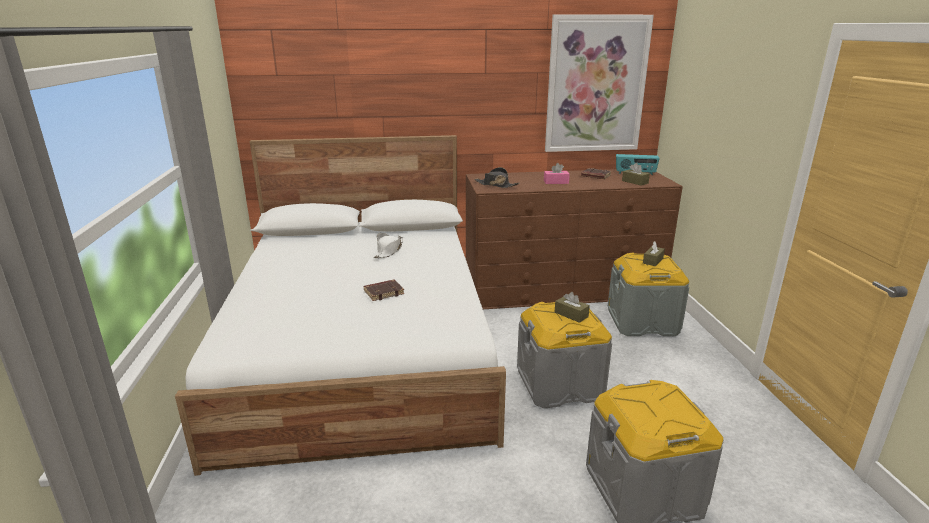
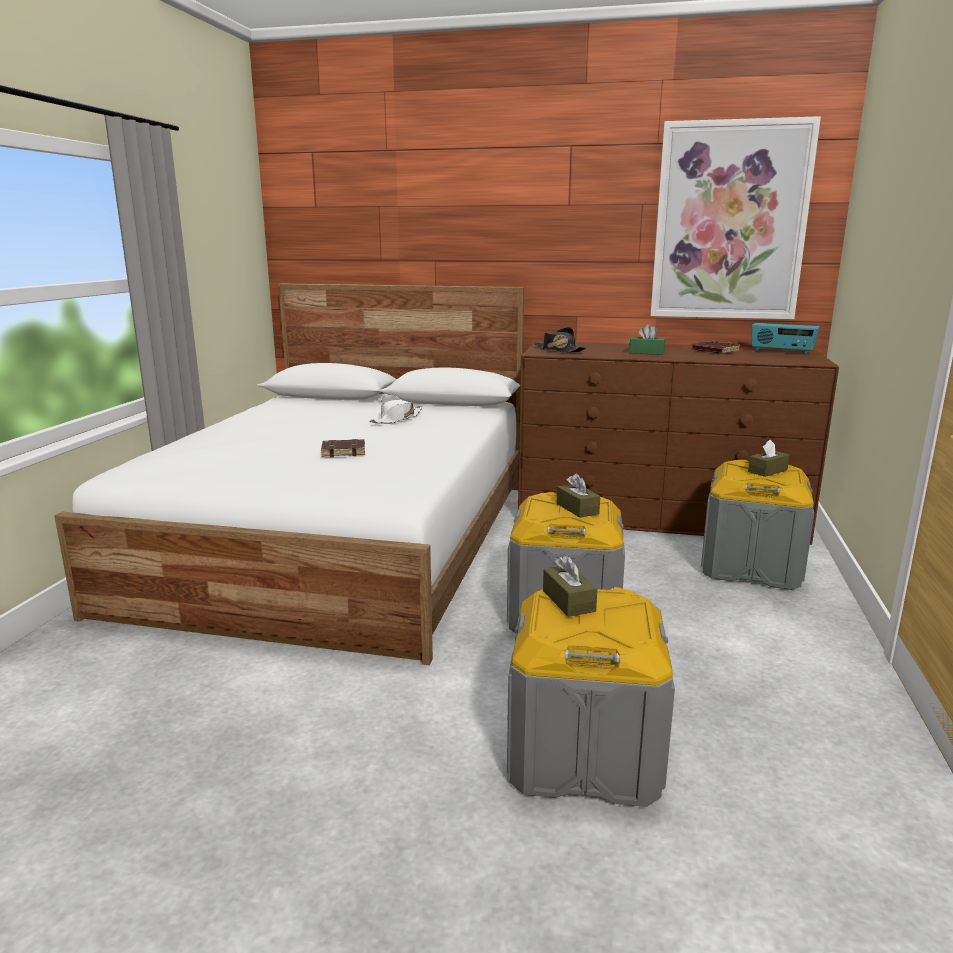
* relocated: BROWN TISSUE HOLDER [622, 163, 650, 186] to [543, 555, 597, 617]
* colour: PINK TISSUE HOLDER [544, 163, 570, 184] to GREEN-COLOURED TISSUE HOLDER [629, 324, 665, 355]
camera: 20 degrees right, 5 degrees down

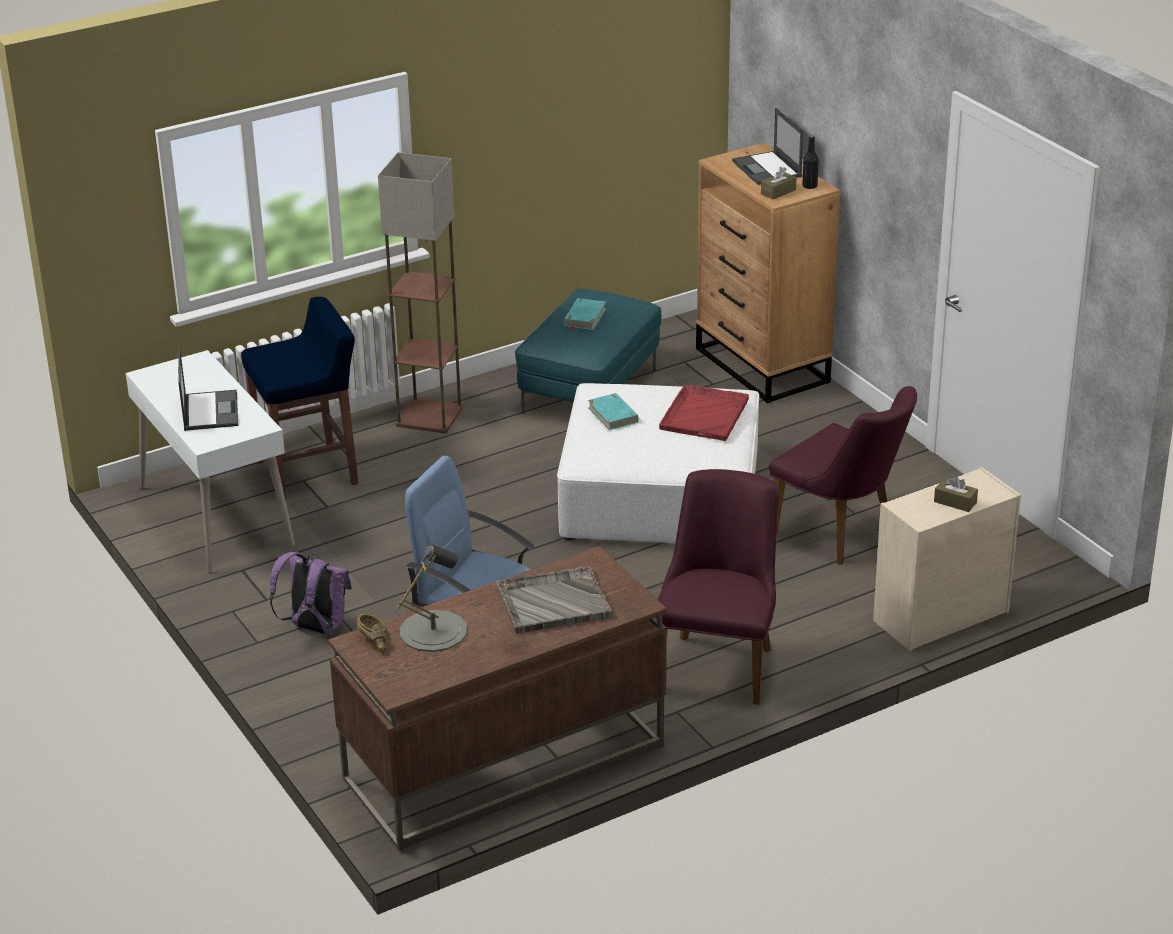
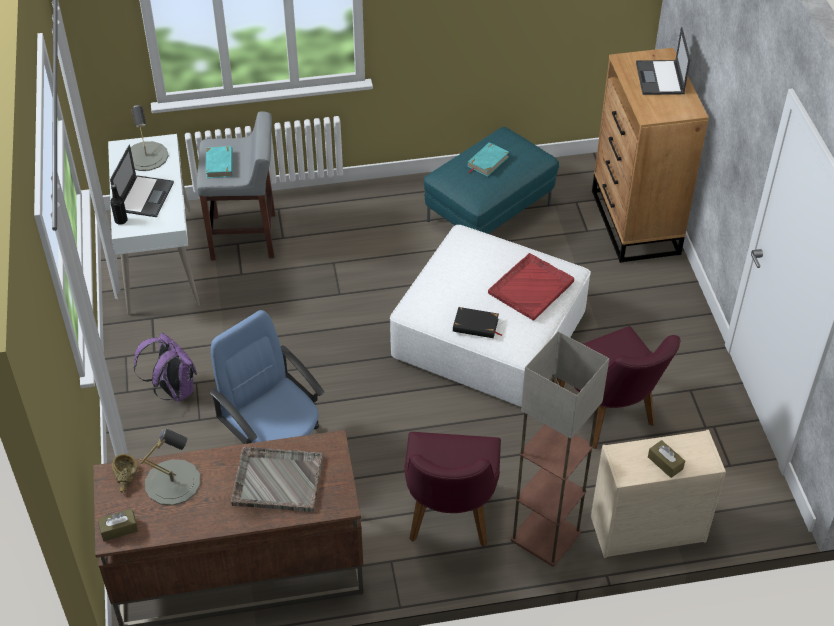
* appeared: GREY TABLE LAMP [130, 105, 169, 171]
* appeared: BLACKISH BOOK [453, 307, 502, 338]
* relocated: STANDARD LAMP [378, 152, 463, 434] to [511, 331, 609, 567]
* relocated: TURQUOISE-COLOURED BOOK [588, 393, 639, 430] to [205, 146, 233, 178]
* relocated: BROWN TISSUE HOLDER [761, 167, 797, 200] to [98, 509, 138, 541]
* relocated: BLACKISH DRINK BOTTLE [802, 136, 819, 189] to [110, 184, 128, 225]
* colour: BLUE-COLOURED SITTING STOOL [241, 297, 358, 501] to GREY SITTING STOOL [197, 111, 275, 260]
* spun: PURPLE UPRIGHT CHAIR [656, 469, 777, 705] = [405, 432, 501, 547] 150 degrees clockwise
camera: 20 degrees right, 15 degrees up

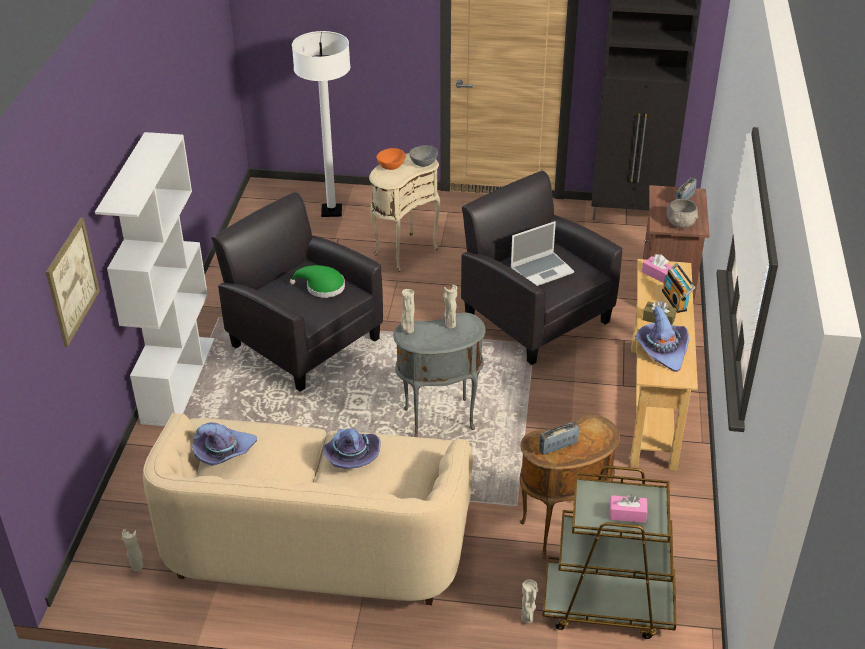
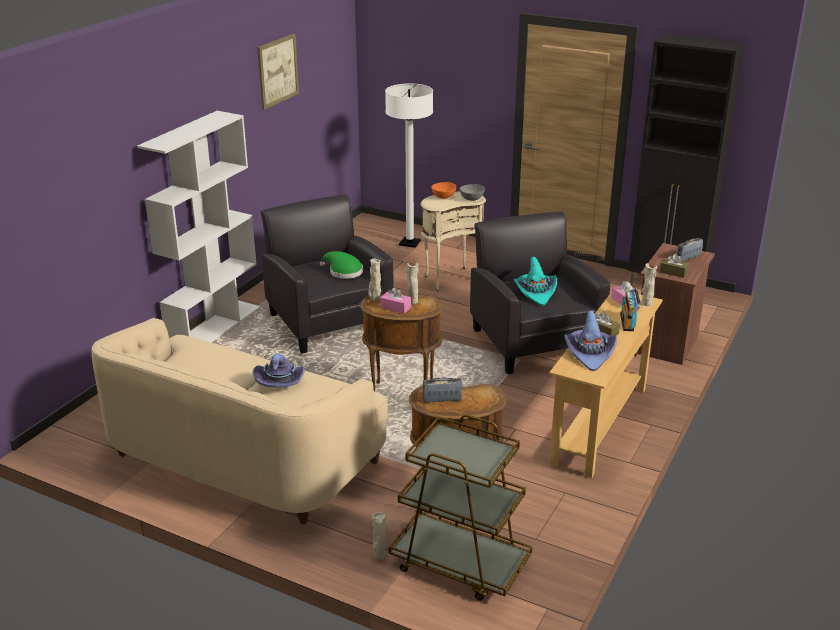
* missing: PURPLE HAT [192, 422, 257, 466]
* relocated: WALL ART [46, 218, 100, 347] to [257, 33, 299, 110]
* relocated: BEIGE-COLOURED DECORATIVE VASE [122, 529, 143, 571] to [642, 263, 657, 306]
* relocated: PINK TISSUE HOLDER [610, 494, 647, 523] to [380, 287, 411, 313]
* exchanged: NOTEBOOK COMPUTER [510, 221, 574, 286] to TURQUOISE-COLOURED HAT [514, 257, 557, 306]
* exchanged: GREY BOWL [667, 199, 698, 228] to BROWN TISSUE HOLDER [660, 254, 689, 278]
* colour: GREY END TABLE [393, 312, 486, 437] to BROWN END TABLE [360, 293, 443, 391]
camera: 20 degrees right, 10 degrees down

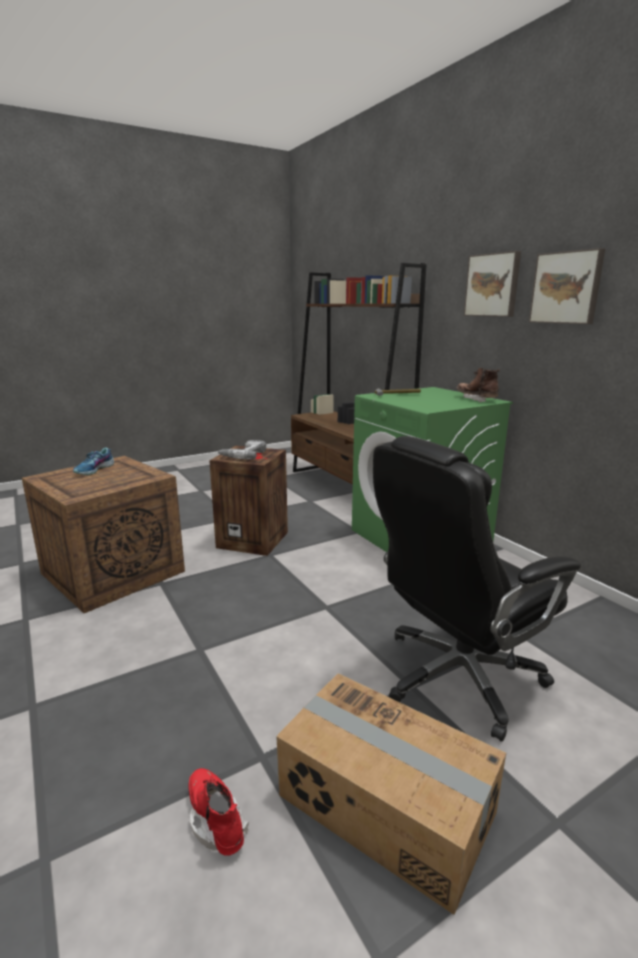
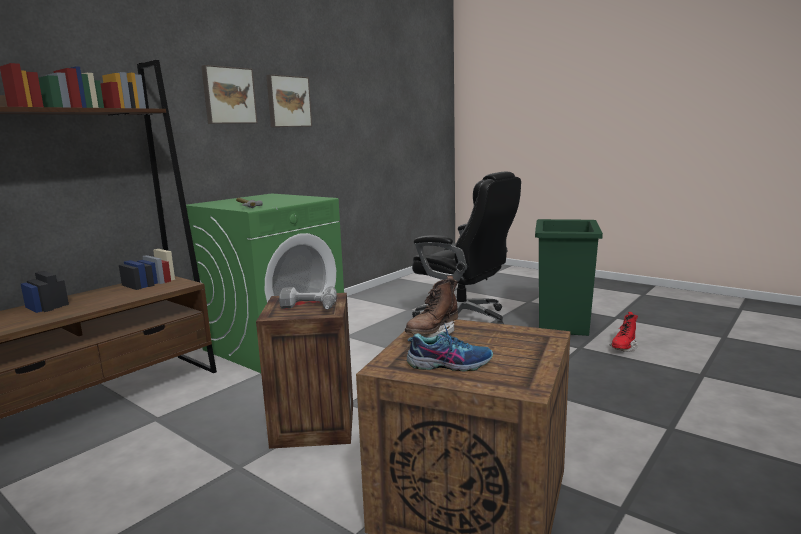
* relocated: BROWN TALL BOOT [457, 368, 500, 403] to [405, 276, 458, 337]
* exchanged: PACKING BOX [276, 673, 506, 915] to GREEN-COLOURED WASTE BIN [535, 219, 603, 336]
camera: 110 degrees left, 5 degrees down

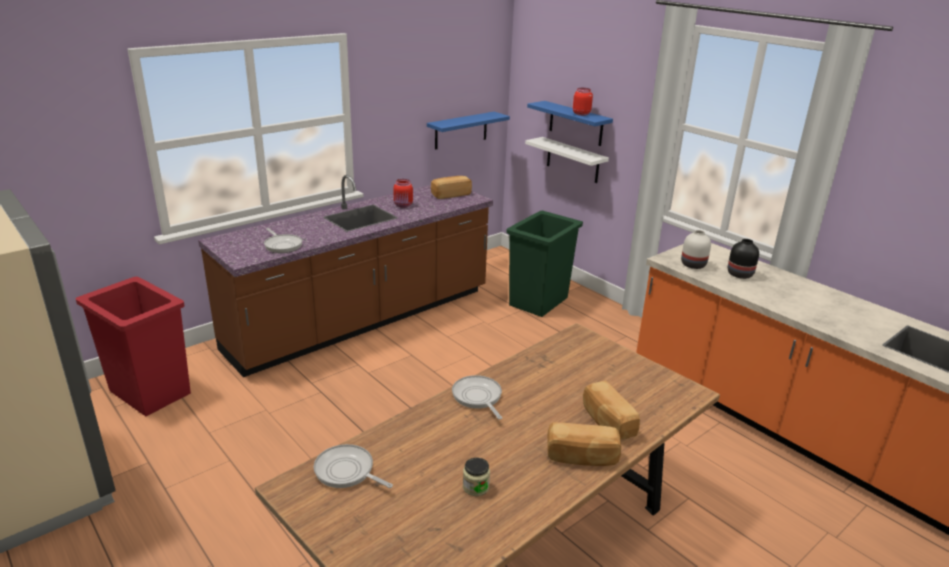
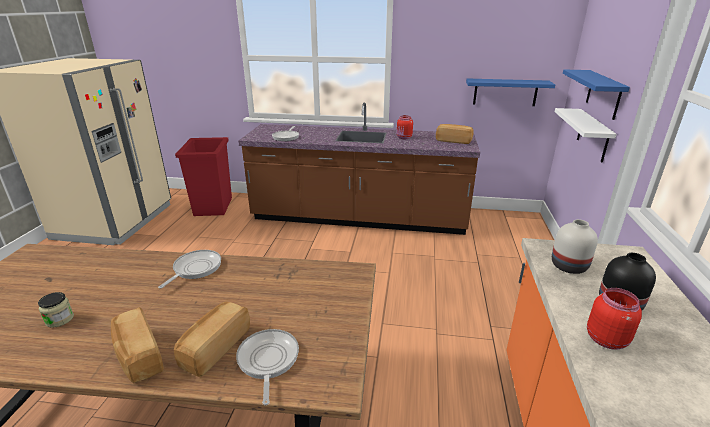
* missing: GREEN-COLOURED WASTE BIN [506, 211, 583, 317]
* relocated: PAN [314, 444, 393, 488] to [236, 329, 299, 405]
* relocated: RED JAR [573, 88, 593, 116] to [587, 288, 642, 350]
camera: 50 degrees right, 0 degrees up

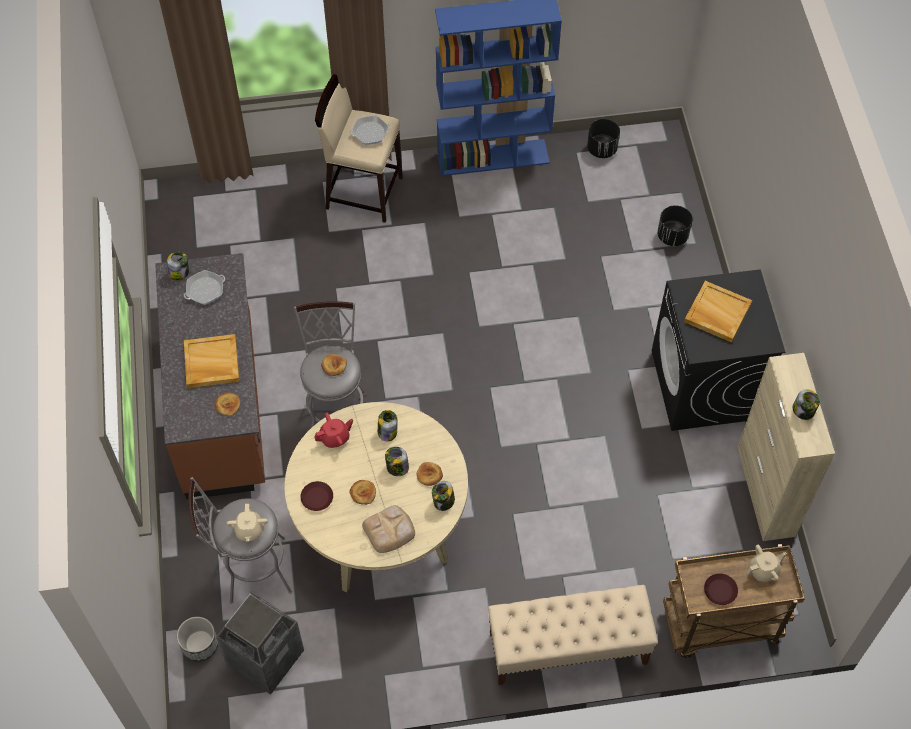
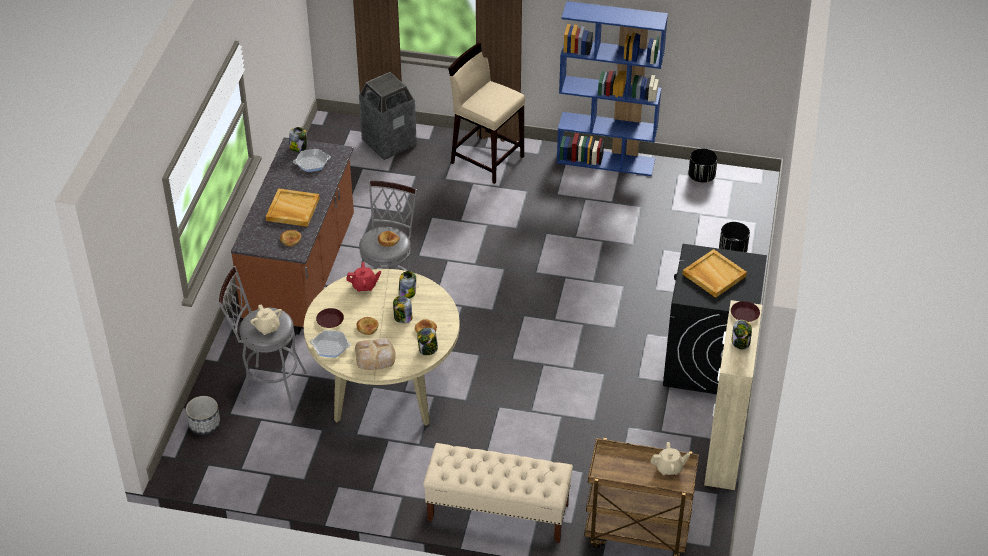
* relocated: WASTE BIN [216, 592, 304, 695] to [359, 72, 417, 160]
* relocated: PAN [349, 115, 391, 145] to [310, 330, 351, 358]
* relocated: BROWN FLAT DISH [704, 573, 738, 605] to [731, 301, 760, 322]
* spun: BEIGE-COLOURED POT FOR TEA [227, 504, 268, 542] = [250, 304, 282, 335] 45 degrees counterclockwise
camera: 20 degrees right, 15 degrees down

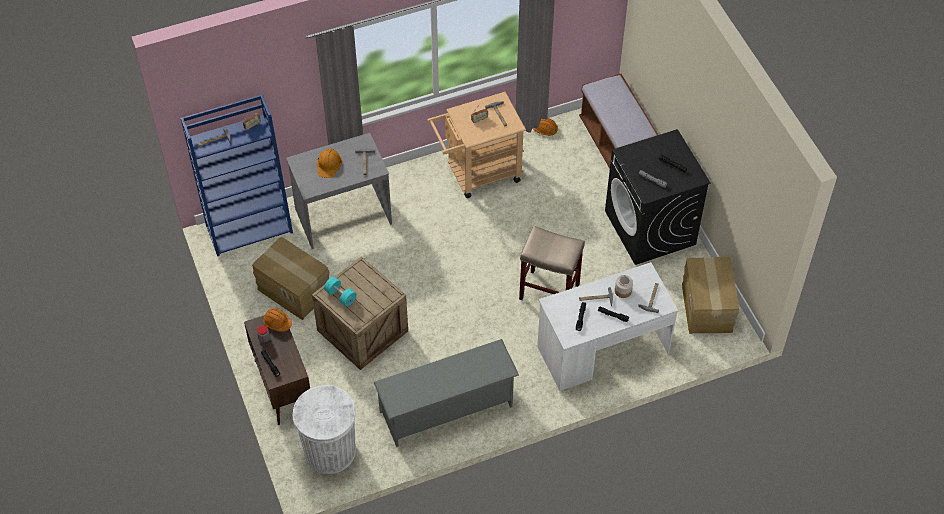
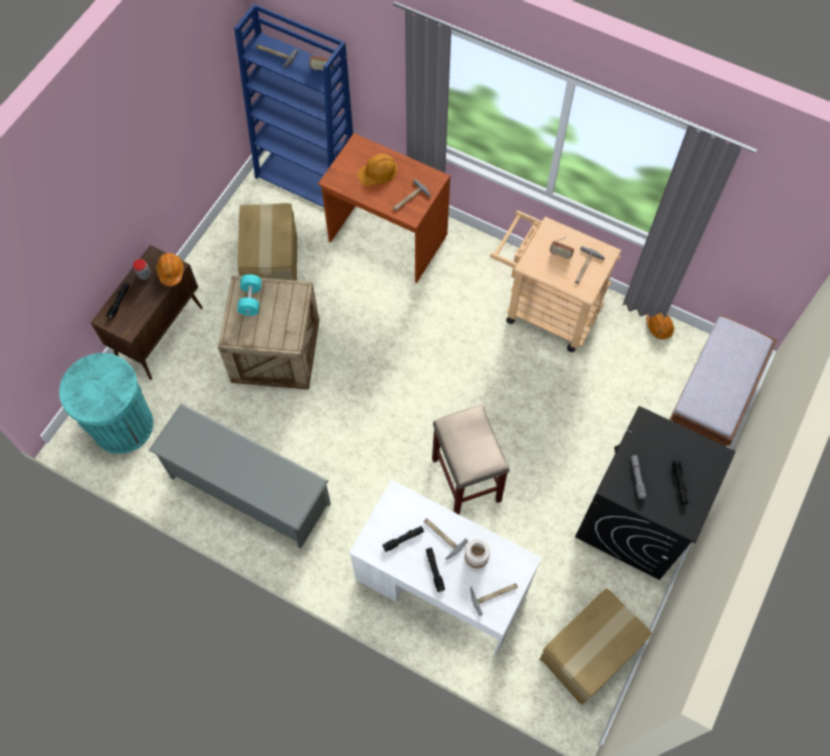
* colour: GREY DESK [286, 133, 392, 249] to BROWN DESK [318, 133, 450, 283]
* colour: WHITISH WASTE BIN [293, 385, 356, 474] to TURQUOISE-COLOURED WASTE BIN [59, 353, 153, 454]
camera: 50 degrees right, 10 degrees up

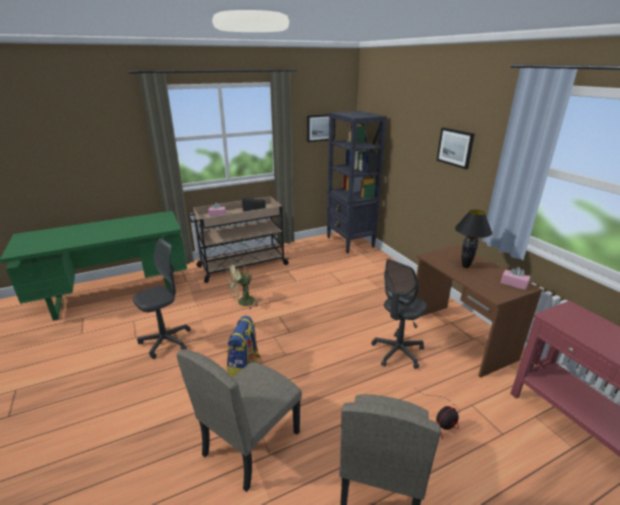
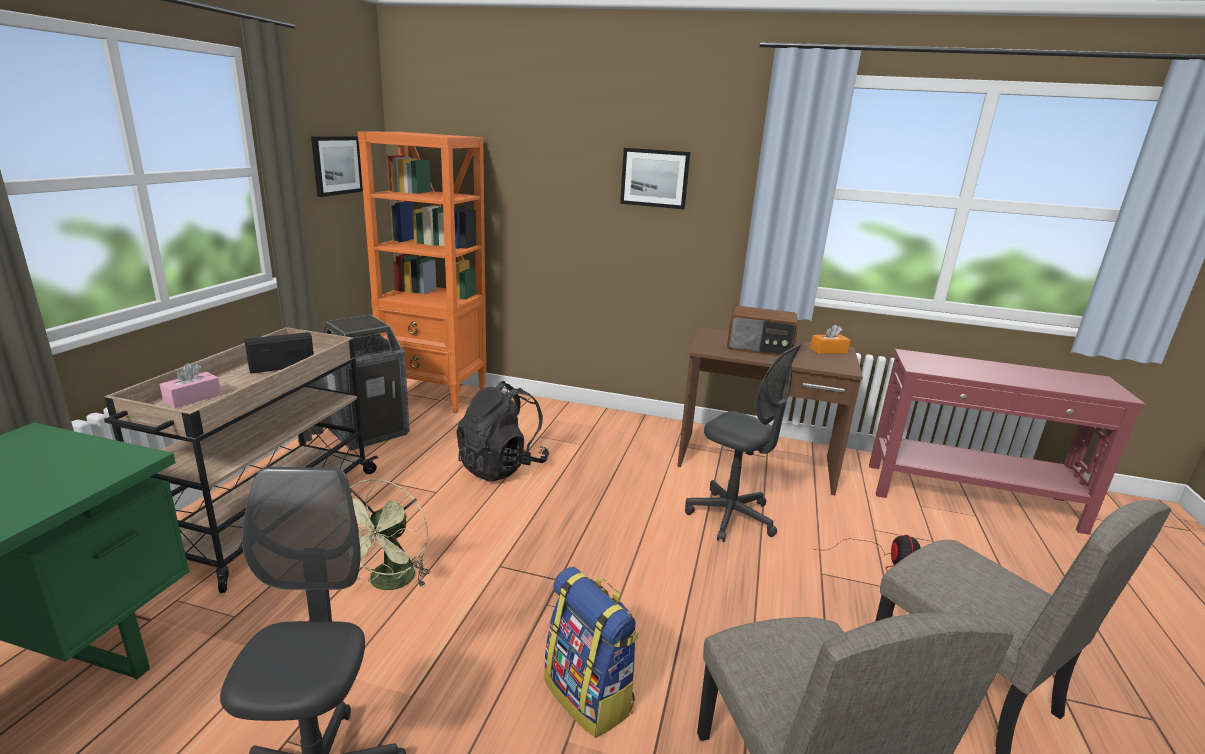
* appeared: WASTE BIN [322, 314, 410, 451]
* appeared: BLACKISH KNAPSACK [456, 381, 549, 482]
* exchanged: BLACKISH TABLE LAMP [455, 210, 492, 268] to RADIO RECEIVER [727, 306, 798, 356]
* colour: BLACKISH BOOKSHELF [327, 111, 387, 254] to ORANGE-COLOURED BOOKSHELF [357, 131, 486, 413]
* colour: PINK TISSUE HOLDER [501, 267, 530, 290] to ORANGE-COLOURED TISSUE HOLDER [810, 325, 850, 354]
* spun: GREY OFFICE CHAIR [371, 259, 427, 369] = [685, 344, 802, 542] 45 degrees counterclockwise
camera: 50 degrees left, 5 degrees down

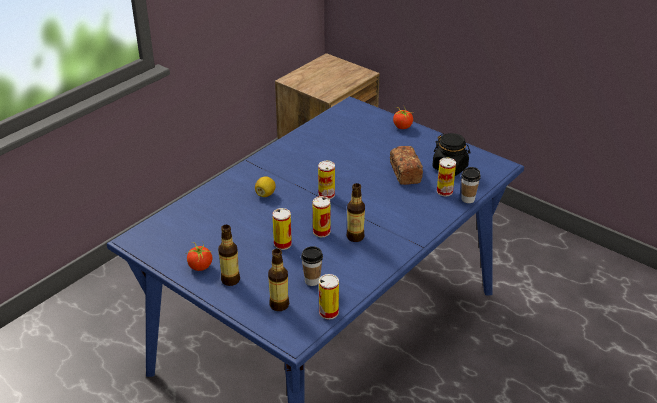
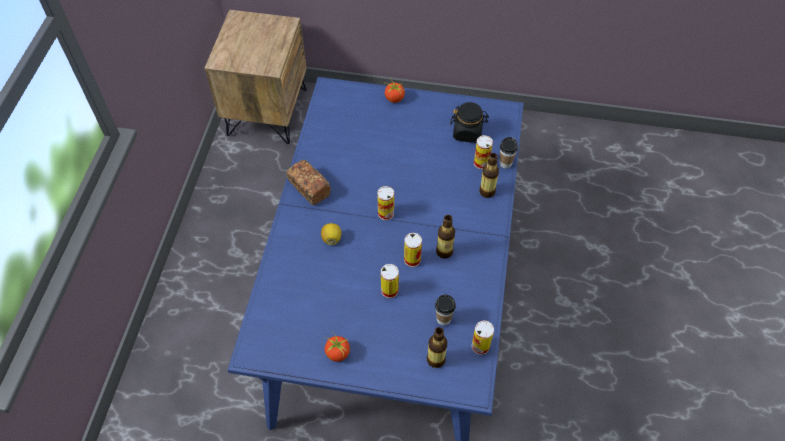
* relocated: DRINK BOTTLE [218, 225, 240, 286] to [479, 153, 499, 198]
* relocated: BREAD [390, 146, 423, 185] to [287, 160, 331, 205]
camera: 30 degrees left, 20 degrees up

